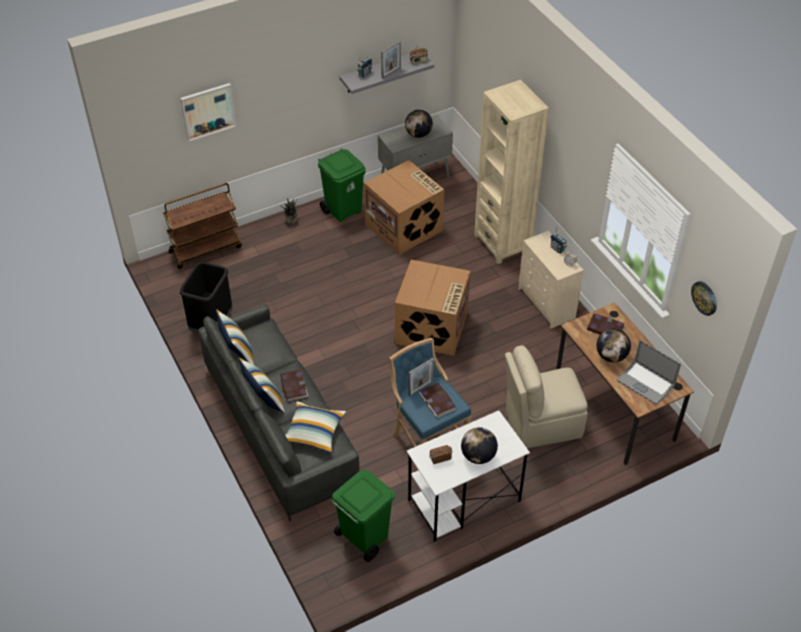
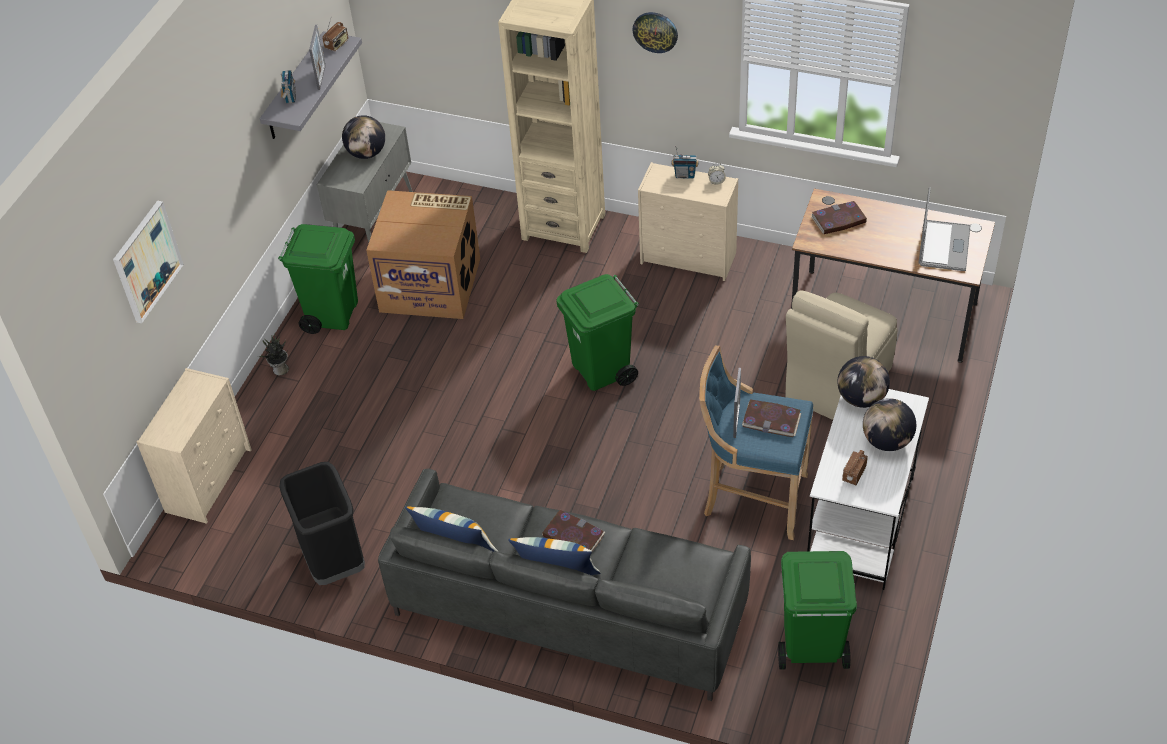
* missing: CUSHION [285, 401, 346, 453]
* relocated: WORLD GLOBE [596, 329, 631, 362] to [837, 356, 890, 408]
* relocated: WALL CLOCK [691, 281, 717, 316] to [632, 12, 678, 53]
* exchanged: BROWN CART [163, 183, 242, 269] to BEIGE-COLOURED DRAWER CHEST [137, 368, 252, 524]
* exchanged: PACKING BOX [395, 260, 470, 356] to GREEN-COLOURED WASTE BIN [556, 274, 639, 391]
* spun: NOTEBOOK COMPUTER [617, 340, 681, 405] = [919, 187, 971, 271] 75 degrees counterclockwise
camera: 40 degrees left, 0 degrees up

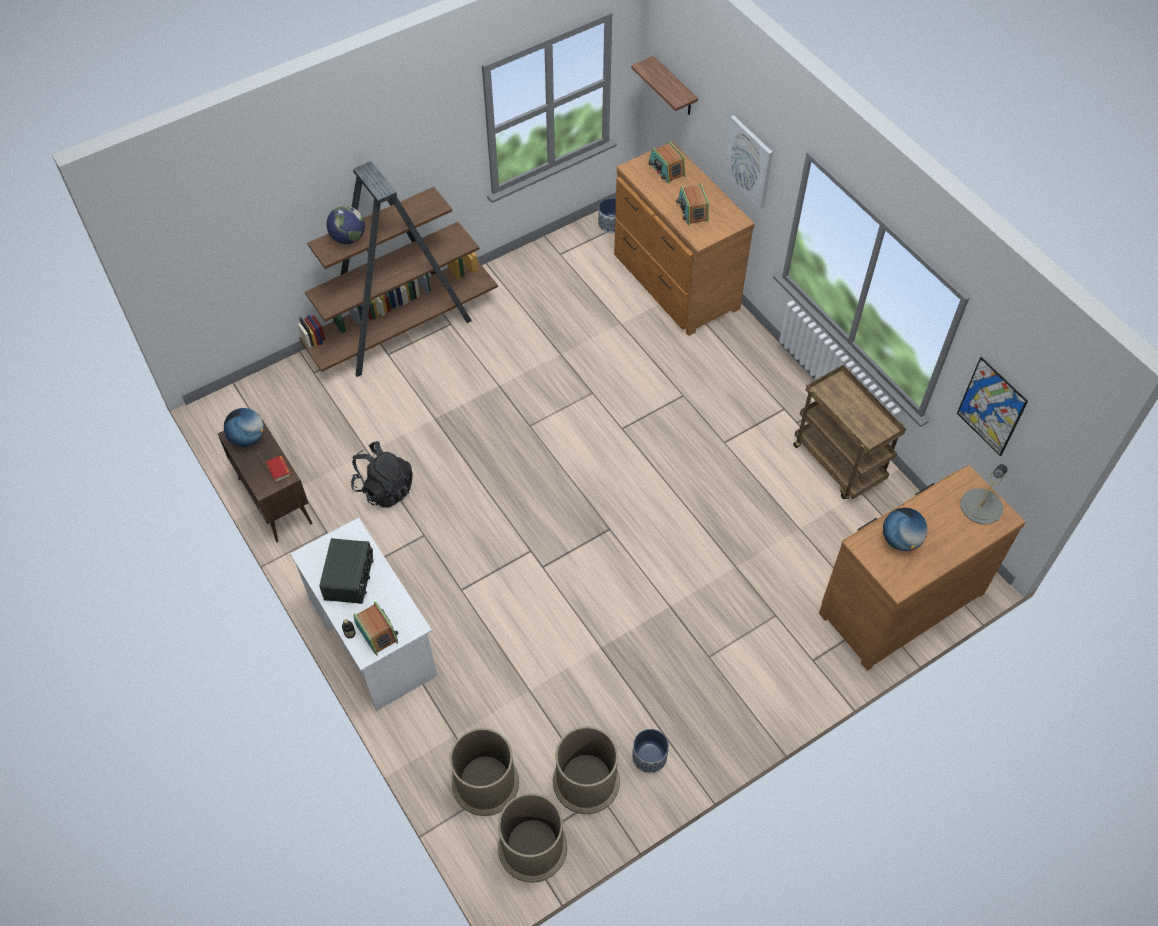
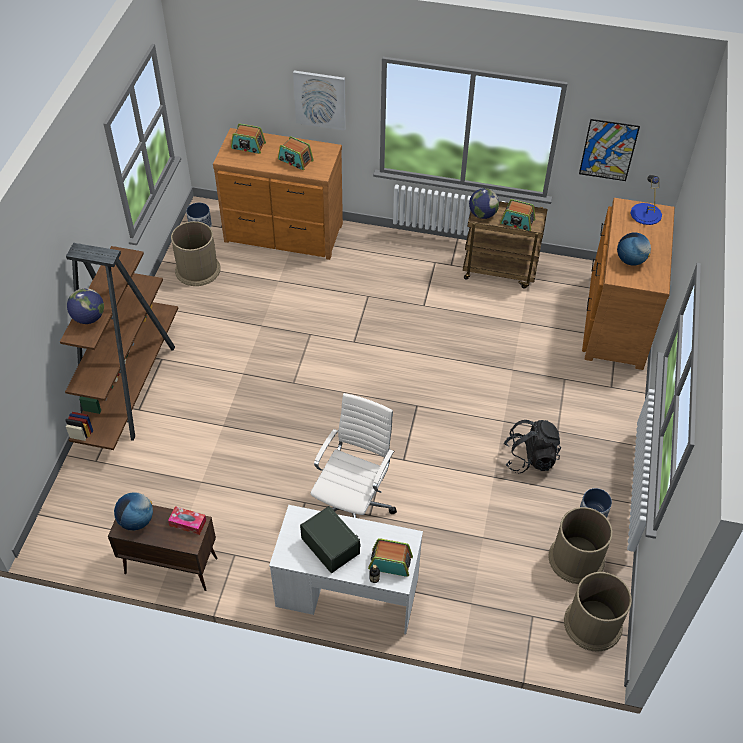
* missing: SHELF [631, 56, 698, 115]
* appeared: WHITISH OFFICE CHAIR [310, 393, 397, 518]
* appeared: WORLD GLOBE [469, 188, 499, 219]
* appeared: RADIO RECEIVER [500, 199, 535, 231]
* relocated: BLACKISH KNAPSACK [351, 441, 413, 508] to [504, 420, 561, 473]
* relocated: BROWN WASTE BIN [450, 728, 519, 816] to [171, 221, 221, 286]
* exchanged: BOOK [266, 456, 291, 483] to TISSUE HOLDER [168, 506, 206, 535]
* colour: GREY TABLE LAMP [961, 464, 1007, 525] to BLUE-COLOURED TABLE LAMP [631, 175, 662, 225]
camera: 45 degrees left, 5 degrees down

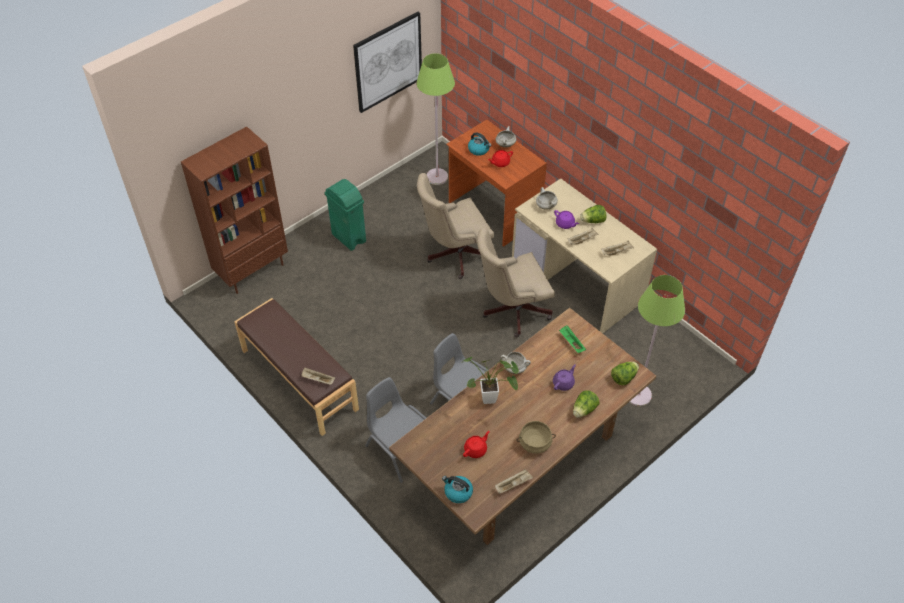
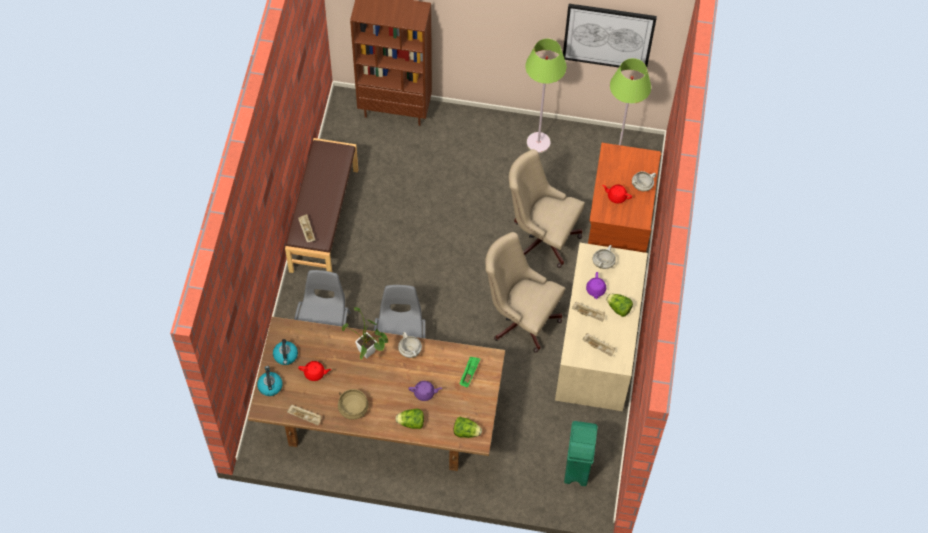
* relocated: GREEN-COLOURED WASTE BIN [325, 179, 366, 251] to [564, 421, 598, 486]
* relocated: TEA KETTLE [468, 133, 491, 156] to [273, 339, 298, 365]
* relocated: GREEN-COLOURED STANDARD LAMP [629, 275, 685, 407] to [525, 39, 567, 153]
camera: 50 degrees right, 10 degrees up

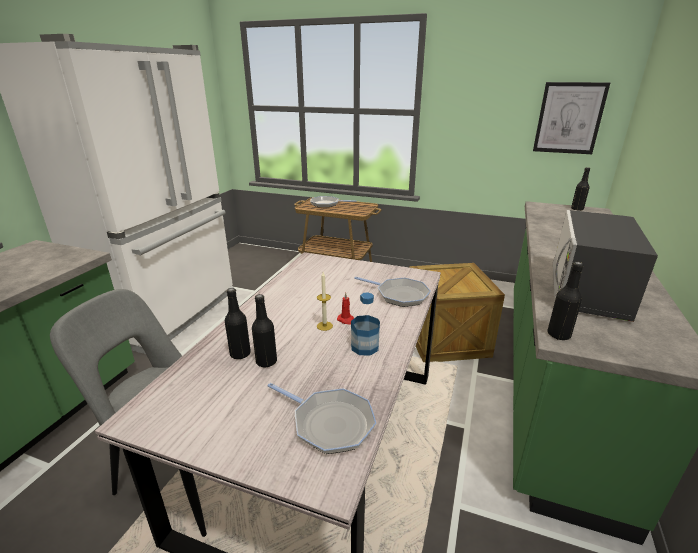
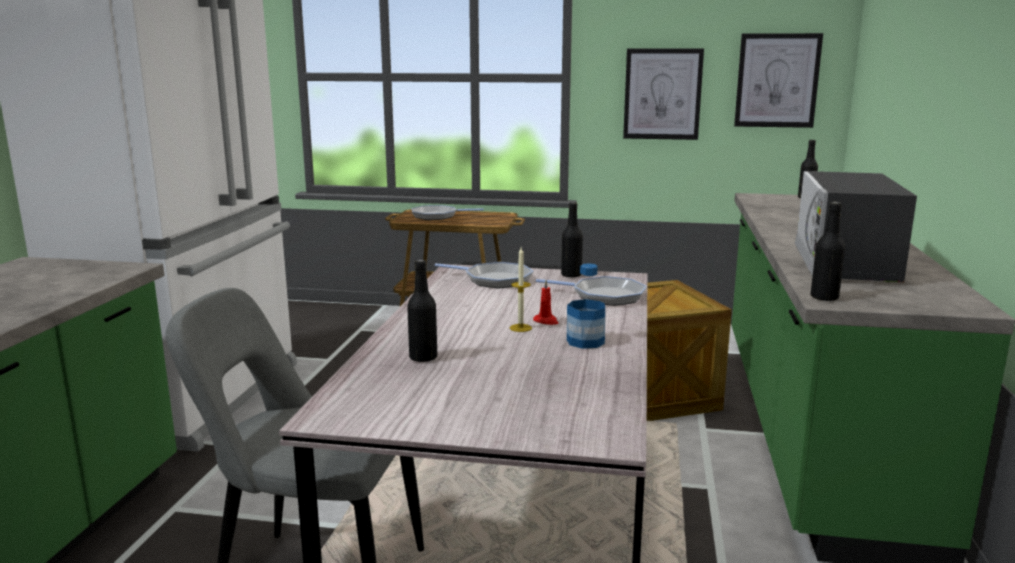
* appeared: WALL ART [623, 49, 704, 140]
* relocated: BLACKISH DRINK BOTTLE [252, 294, 277, 367] to [561, 202, 583, 278]
* relocated: PAN [267, 383, 376, 454] to [435, 262, 534, 288]
camera: 10 degrees left, 10 degrees down

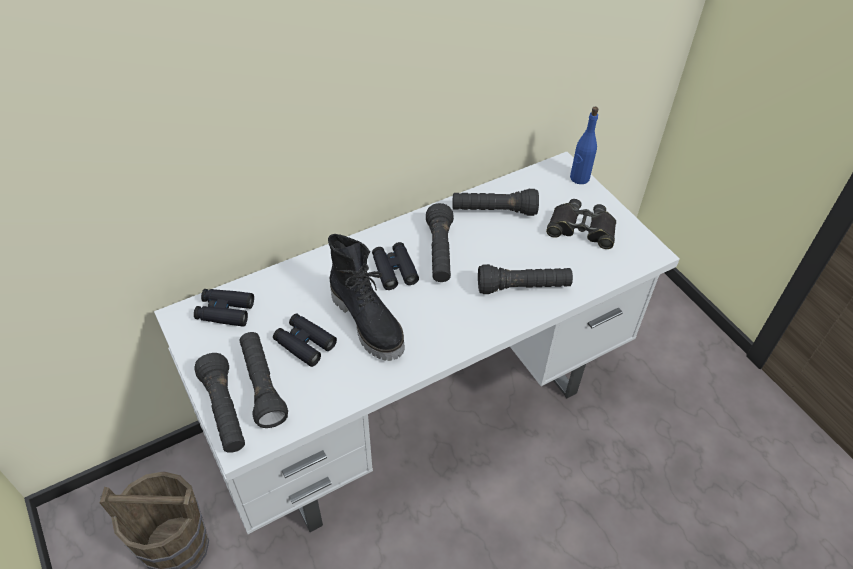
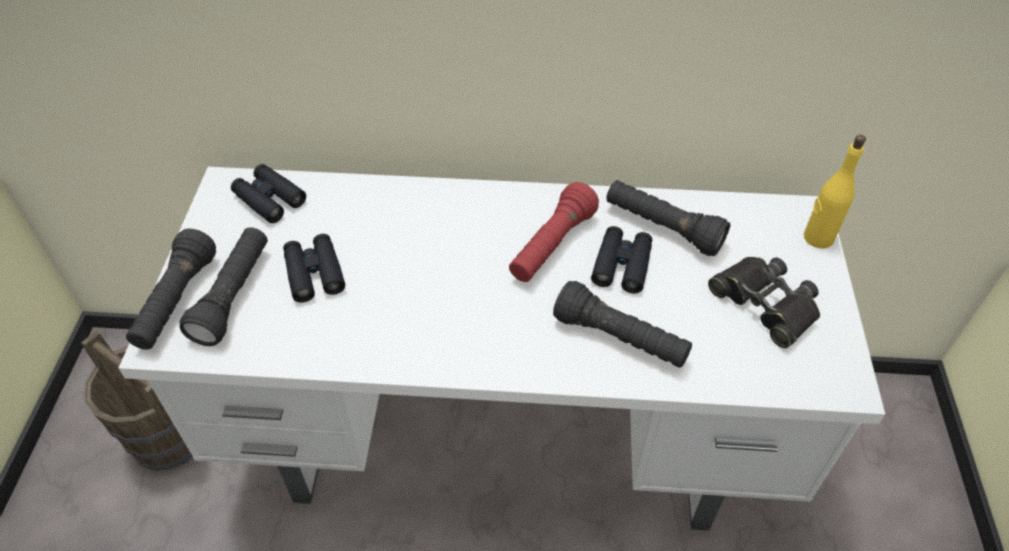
* missing: BLACKISH TALL BOOT [328, 234, 405, 361]
* relocated: BLACKISH FIELD GLASSES [372, 242, 419, 290] to [591, 226, 652, 294]
* colour: BLACKISH FLASHLIGHT [426, 203, 454, 282] to RED FLASHLIGHT [509, 182, 599, 282]
* colour: BLUE-COLOURED DRINK BOTTLE [570, 107, 599, 184] to YELLOW DRINK BOTTLE [804, 135, 866, 249]
camera: 35 degrees right, 0 degrees up

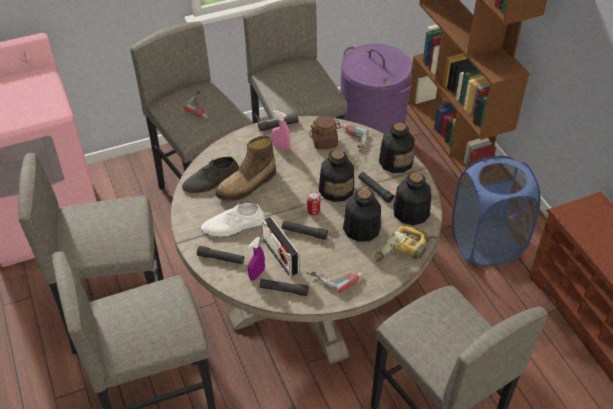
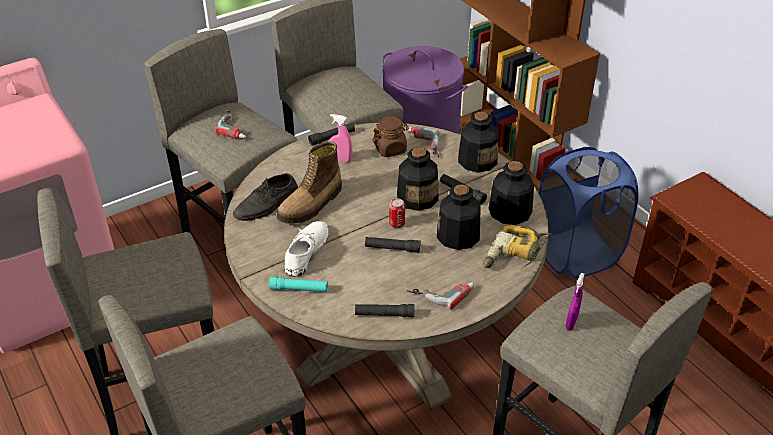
* missing: RADIO RECEIVER [262, 217, 299, 276]
* relocated: PURPLE SPRAY BOTTLE [248, 237, 265, 281] to [565, 273, 585, 330]
* colour: BLACKISH FLASHLIGHT [197, 246, 244, 264] to TURQUOISE-COLOURED FLASHLIGHT [269, 277, 328, 292]
* spun: WHITISH ITEM OF FOOTWEAR [201, 203, 266, 237] = [285, 221, 329, 277] 135 degrees clockwise
camera: 10 degrees left, 5 degrees down

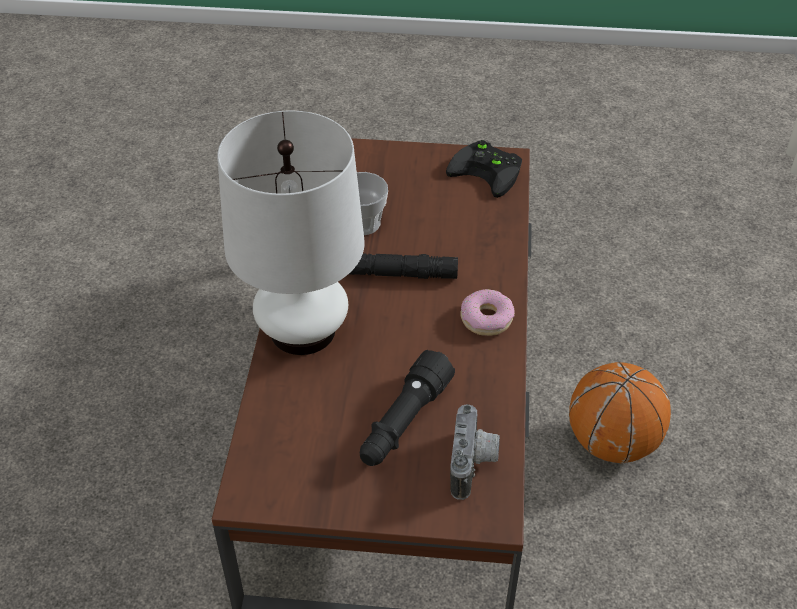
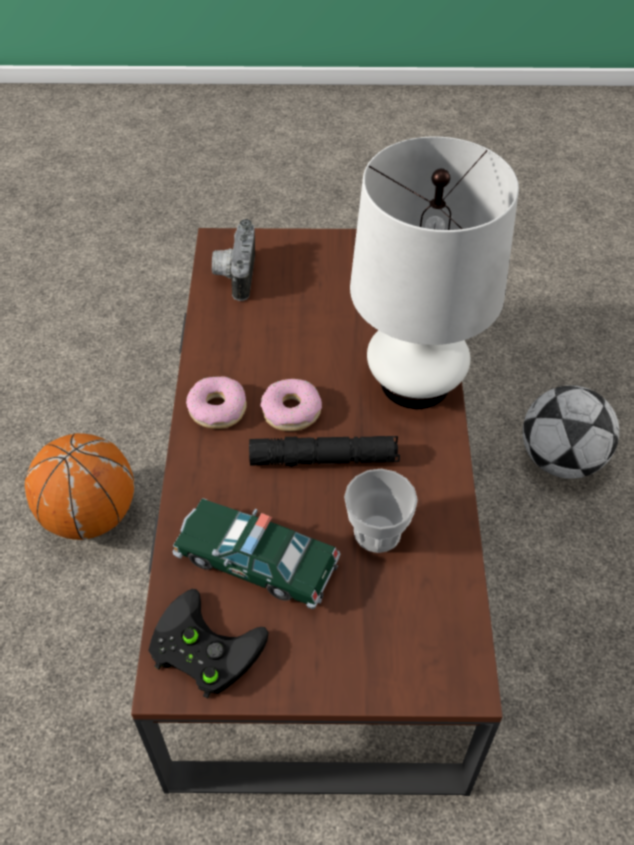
* missing: BLACKISH FLASHLIGHT [360, 350, 455, 466]
* appeared: MODEL CAR [172, 498, 340, 609]
* appeared: DOUGHNUT [261, 379, 322, 431]
* appeared: BALL FOR FOOTBALL [523, 385, 619, 479]
camera: 175 degrees right, 5 degrees up

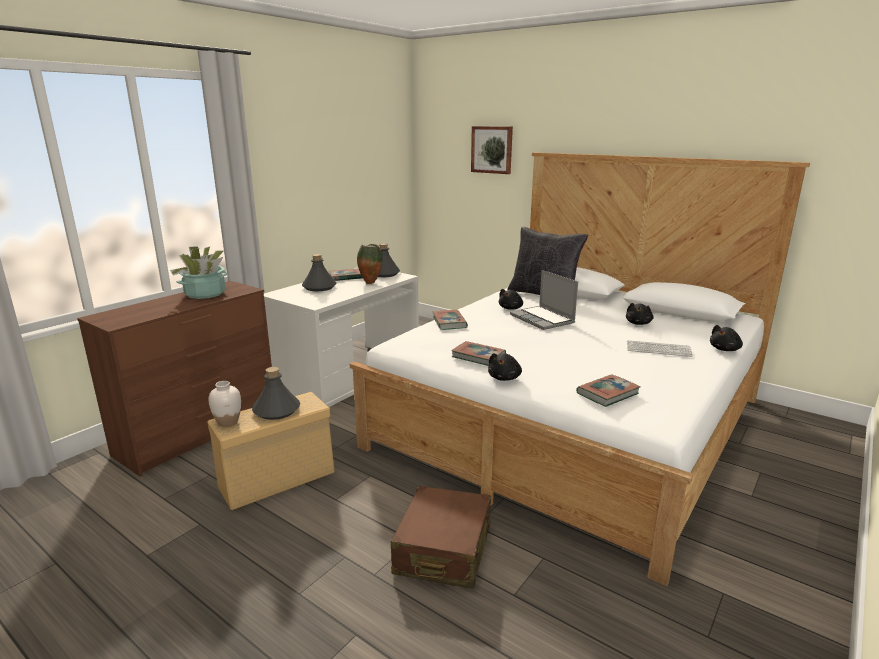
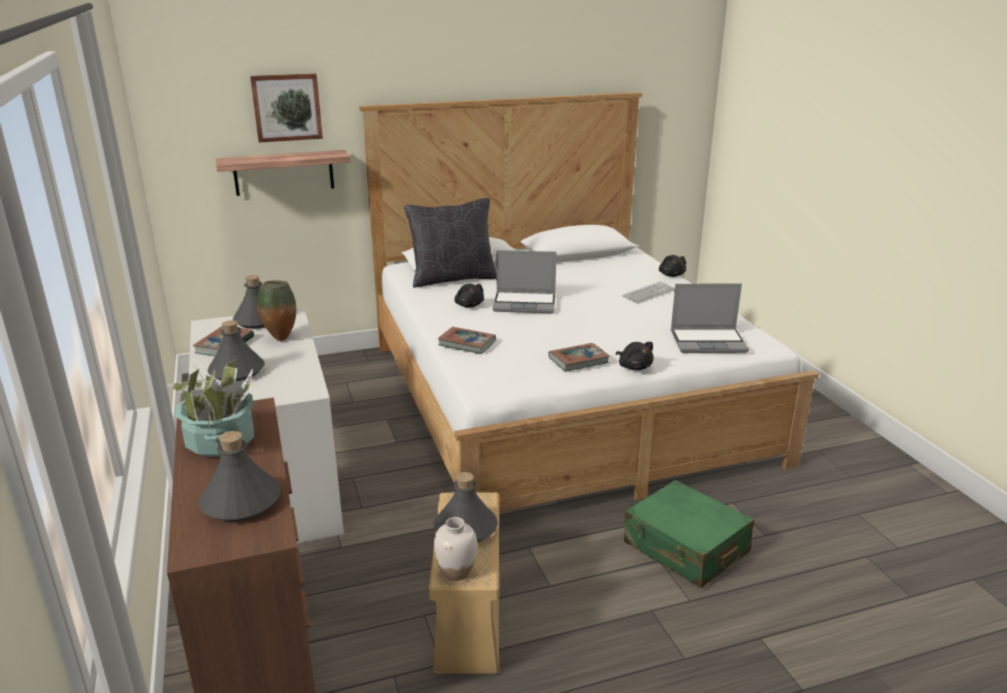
* missing: BLACKISH SOFT TOY [626, 303, 654, 325]
* appeared: GREY DRINK BOTTLE [199, 431, 281, 522]
* appeared: SHELF [216, 150, 350, 196]
* exchanged: BOOK [576, 374, 641, 407] to NOTEBOOK COMPUTER [671, 284, 749, 353]
* colour: BROWN PIECE OF LUGGAGE [391, 486, 491, 589] to GREEN-COLOURED PIECE OF LUGGAGE [624, 480, 754, 588]
camera: 55 degrees left, 5 degrees up

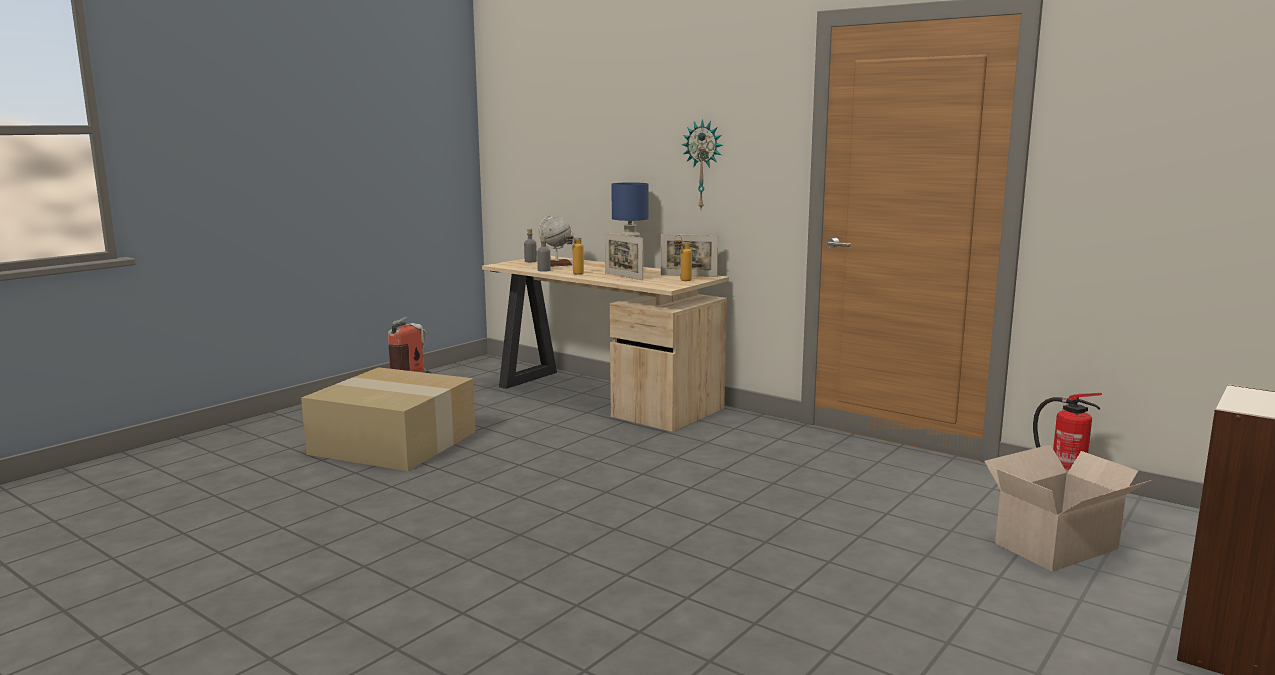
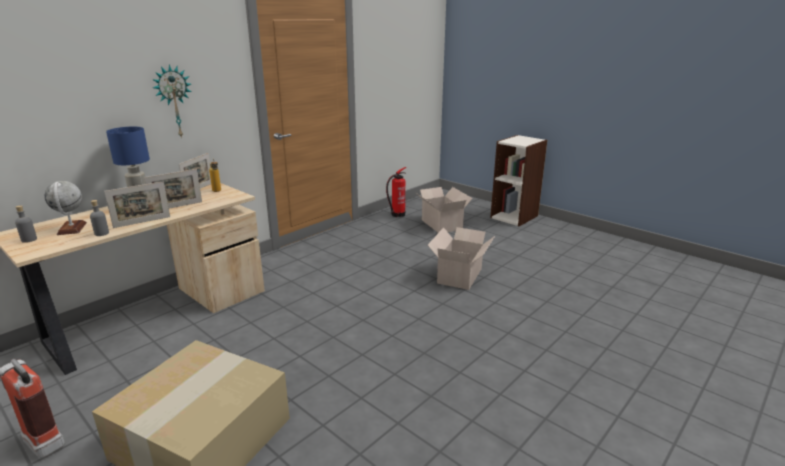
* appeared: PACKING BOX [428, 227, 495, 290]
* exchanged: DRINK BOTTLE [565, 231, 584, 275] to STANDING FRAME [104, 182, 170, 228]
camera: 85 degrees left, 10 degrees up

